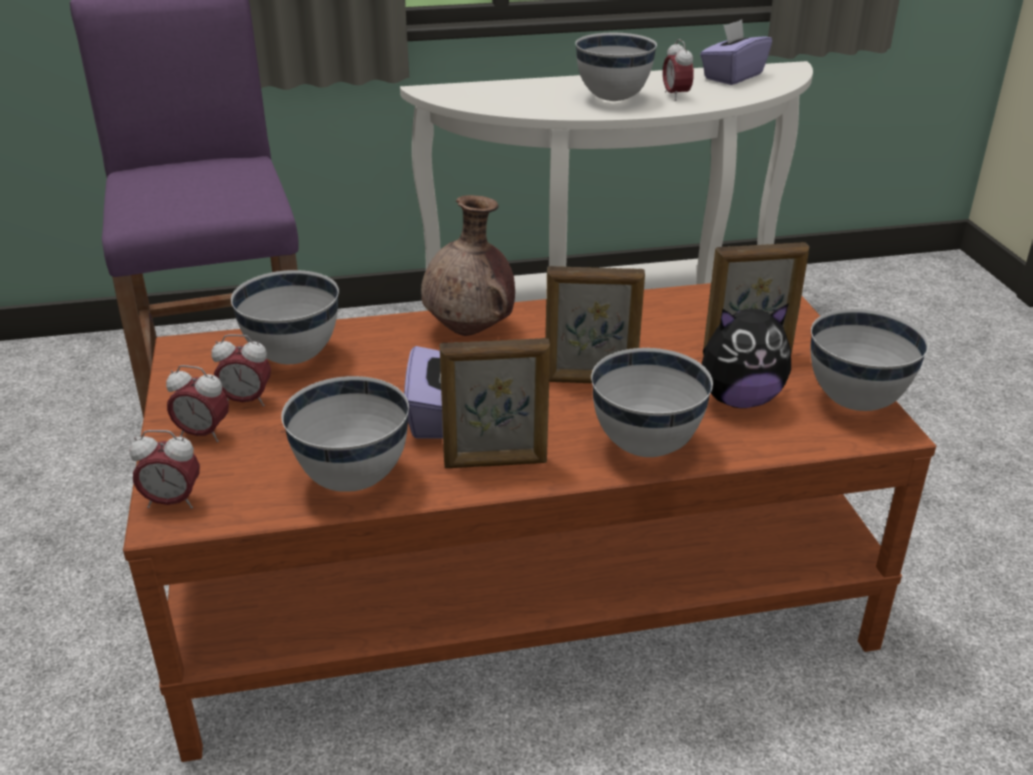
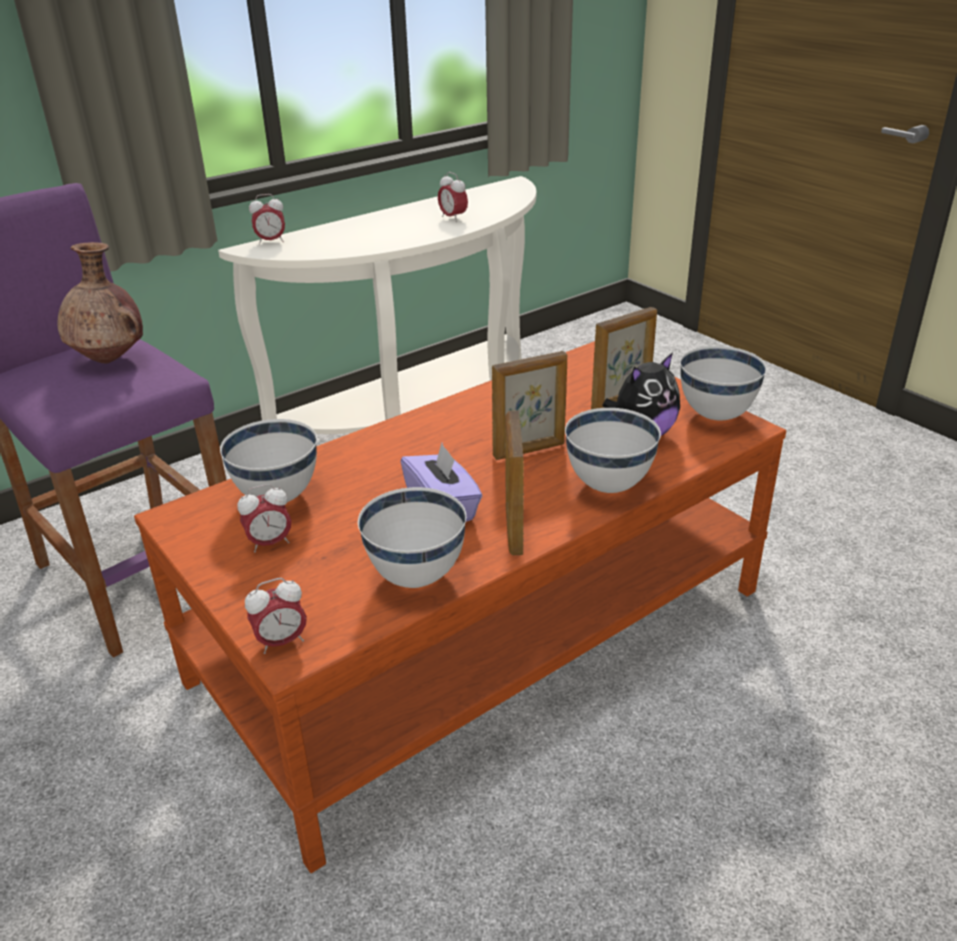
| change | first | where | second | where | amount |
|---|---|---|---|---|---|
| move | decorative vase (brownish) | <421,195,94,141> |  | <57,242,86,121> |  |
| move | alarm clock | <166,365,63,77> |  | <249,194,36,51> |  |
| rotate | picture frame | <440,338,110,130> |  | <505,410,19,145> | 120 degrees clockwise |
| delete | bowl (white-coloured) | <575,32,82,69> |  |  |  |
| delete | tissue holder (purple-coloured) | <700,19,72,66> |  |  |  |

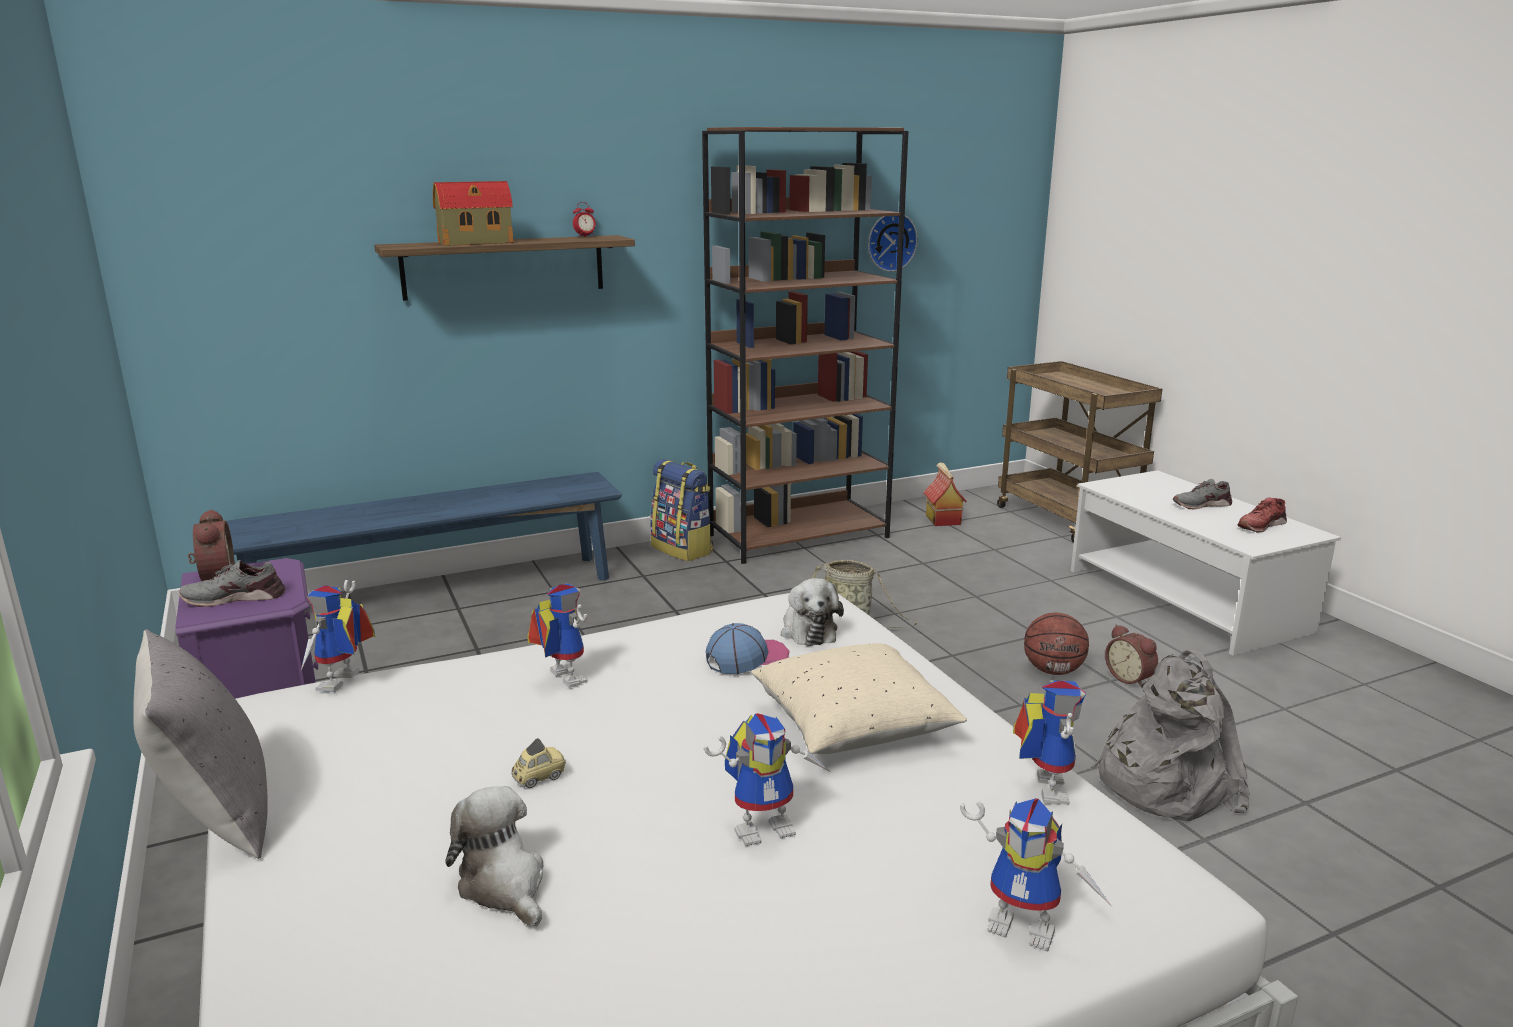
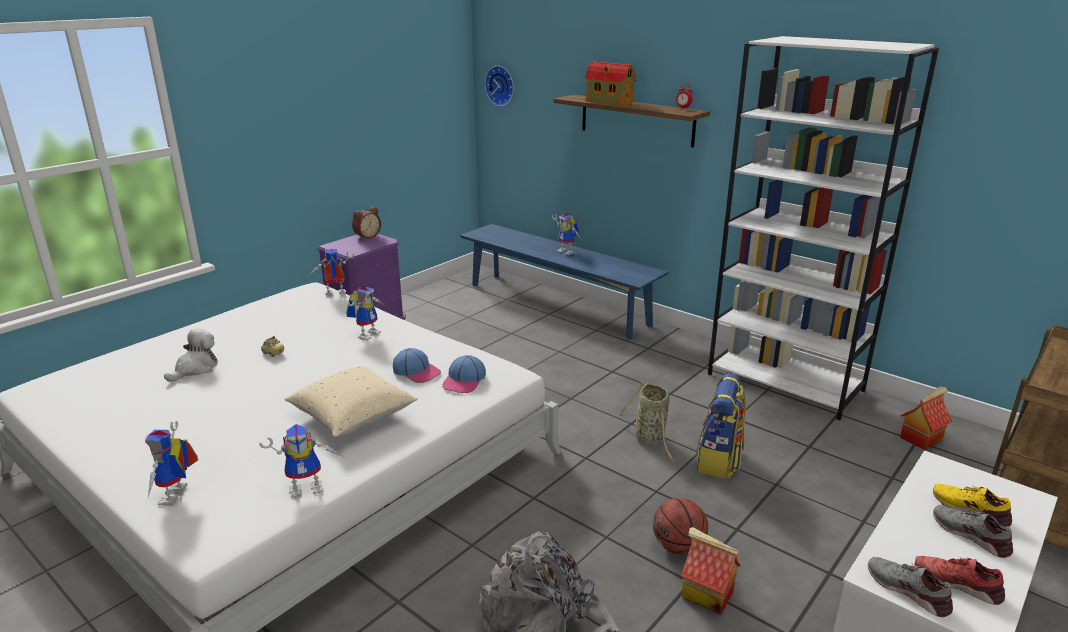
| change | first | where | second | where | amount |
|---|---|---|---|---|---|
| replace | plush toy | <781,578,63,68> | peaked cap | <442,355,44,38> |  |
| move | wall clock | <868,215,50,57> |  | <485,66,29,40> |  |
| move | toy robot | <704,713,127,133> |  | <552,213,30,42> |  |
| replace | alarm clock | <1105,624,53,62> | miniature house | <681,527,60,87> |  |
| move | rucksack | <650,459,63,102> |  | <696,373,50,106> |  |
| recolor | shelving unit (brownish) | <702,127,207,437> | shelving unit (white-coloured) | <708,36,231,384> |  |
| move | low shoe (greyish) | <179,560,106,47> |  | <868,557,85,60> |  |
| insert |  |  | low shoe (yellowish) | <933,484,79,42> |  |
| delete | pillow (greyish) | <133,629,135,230> |  |  |  |

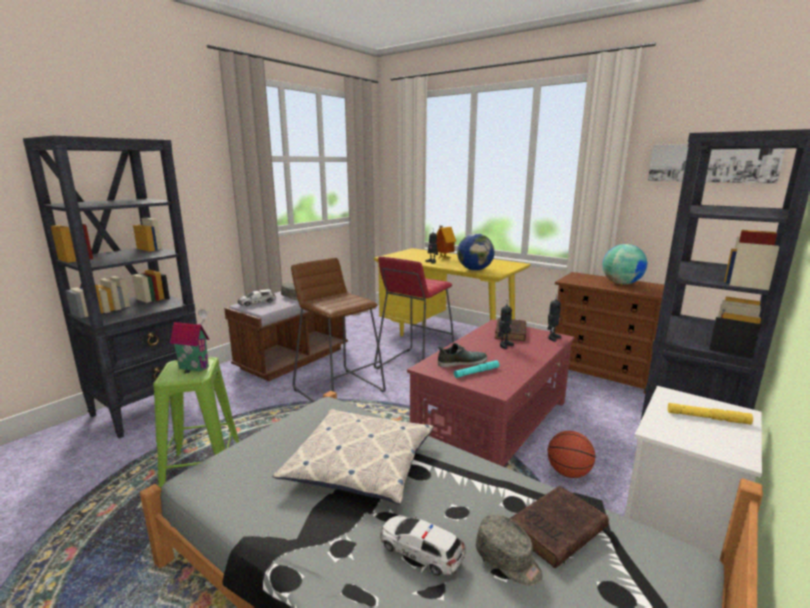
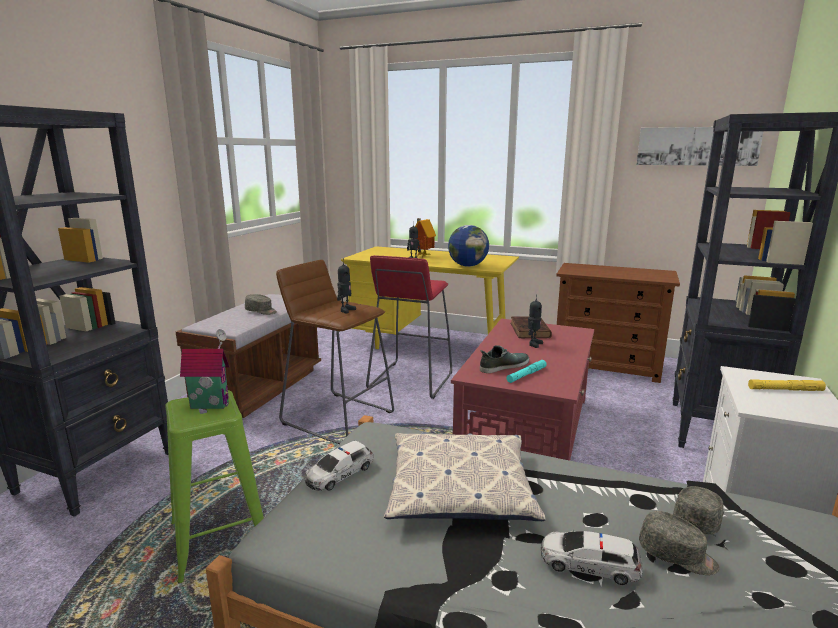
| change | first | where | second | where | amount |
|---|---|---|---|---|---|
| move | toy car | <238,290,38,16> |  | <304,441,70,50> |  |
| move | toy robot | <547,294,14,48> |  | <337,258,19,55> |  |
| replace | book (brownish) | <509,486,100,82> | peaked cap (greyish) | <673,486,51,49> |  |
| delete | ball for basketball | <548,431,47,47> |  |  |  |
| delete | desk globe | <602,244,45,41> |  |  |  |

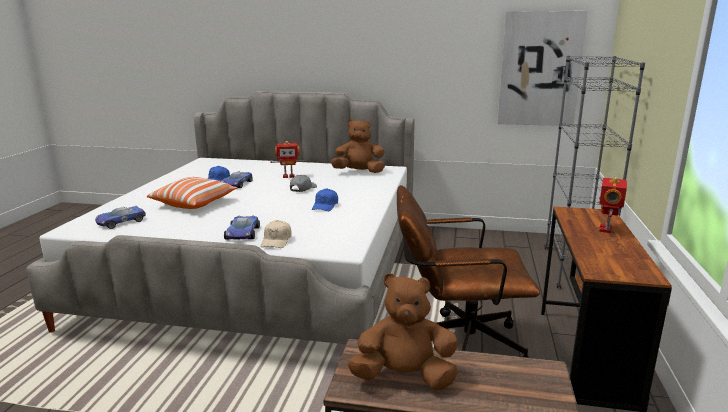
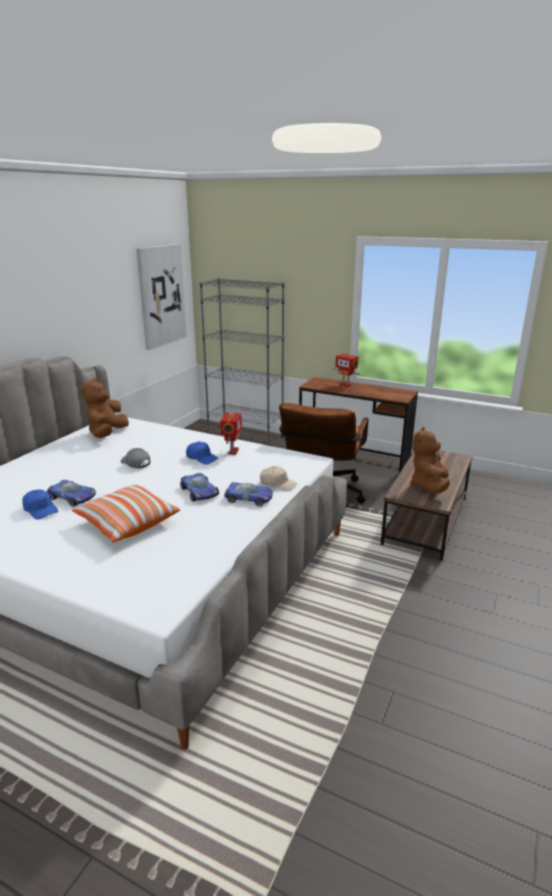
| change | first | where | second | where | amount |
|---|---|---|---|---|---|
| move | toy car | <95,206,51,23> |  | <180,473,39,29> |  |
| move | toy robot | <270,141,36,37> |  | <220,413,22,41> |  |

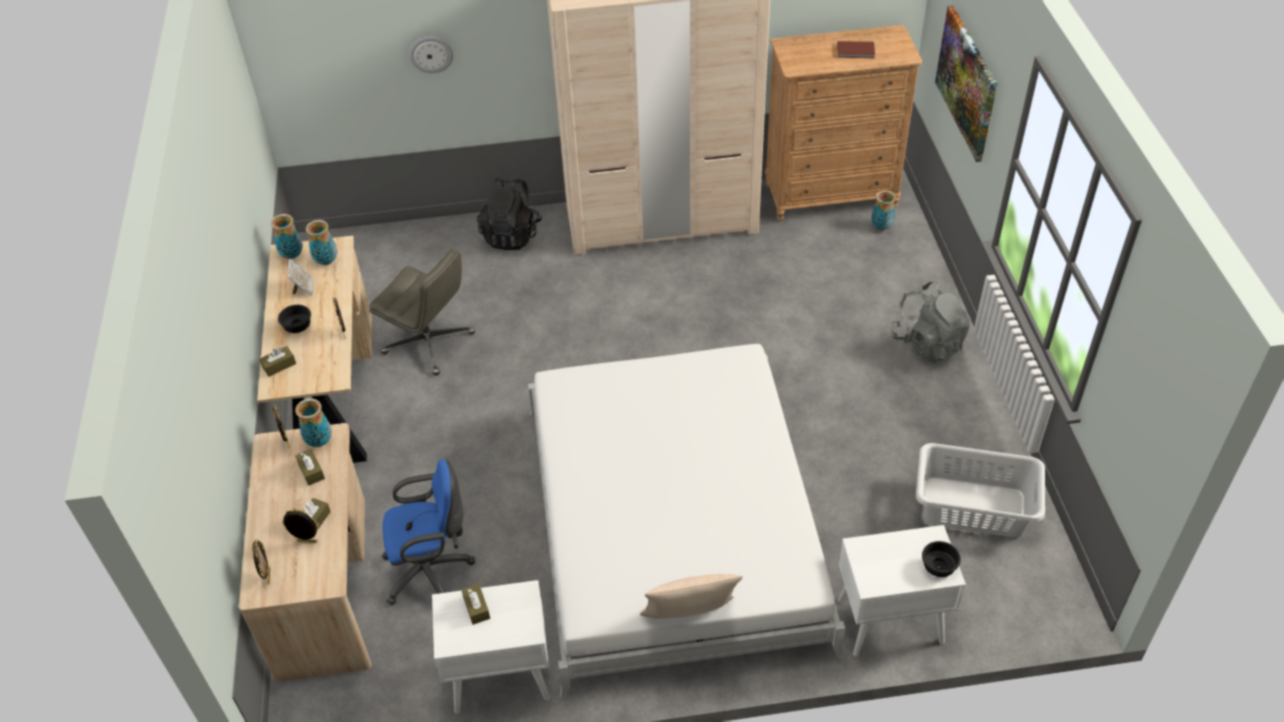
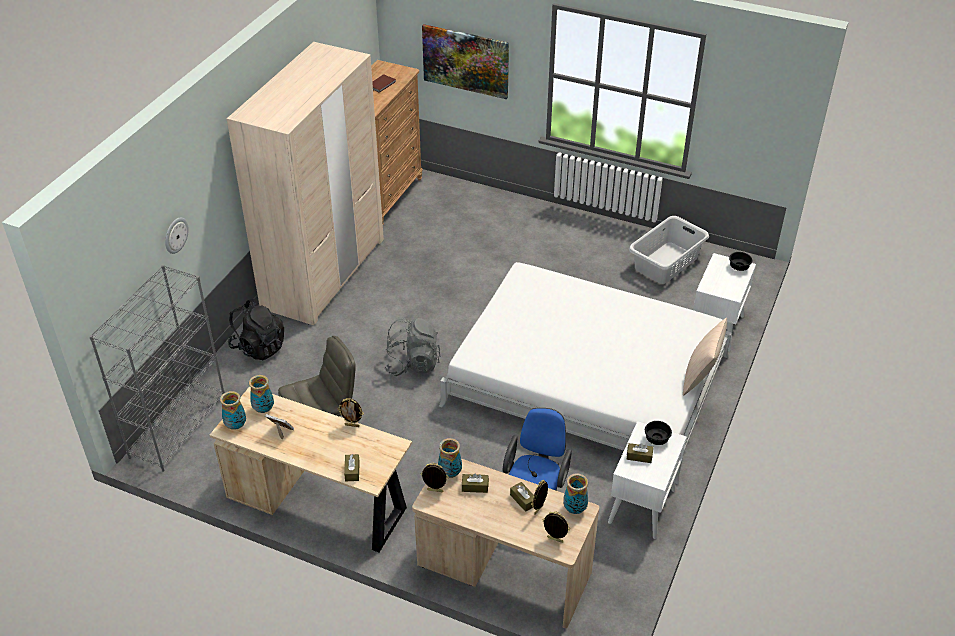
| change | first | where | second | where | amount |
|---|---|---|---|---|---|
| insert |  |  | shelving unit (greyish) | <89,265,136,207> |  |
| move | rucksack (greyish) | <890,281,80,82> |  | <384,318,56,58> |  |
| move | decorative vase | <871,190,25,40> |  | <563,473,25,41> |  |
| move | bowl (blackish) | <278,305,33,28> |  | <645,421,27,24> |  |

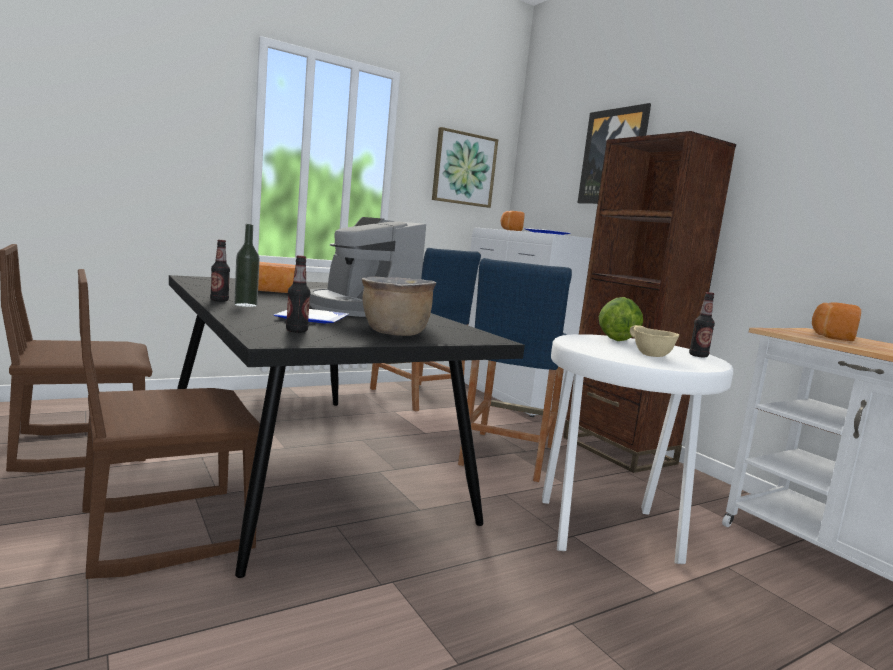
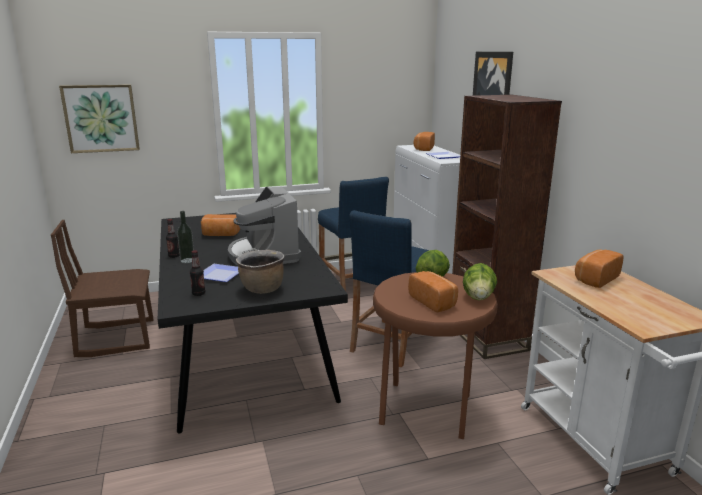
| change | first | where | second | where | amount |
|---|---|---|---|---|---|
| move | picture | <432,127,66,81> |  | <59,84,81,69> |  |
| recolor | stool seat (white-coloured) | <542,334,191,230> | stool seat (brownish) | <373,272,125,167> |  |
| replace | bowl (beige-coloured) | <630,325,49,32> | bread | <408,271,50,42> |  |
| replace | drink bottle | <689,292,26,66> | lettuce head | <463,263,34,37> |  |
| delete | chair (brownish) | <78,269,182,310> |  |  |  |

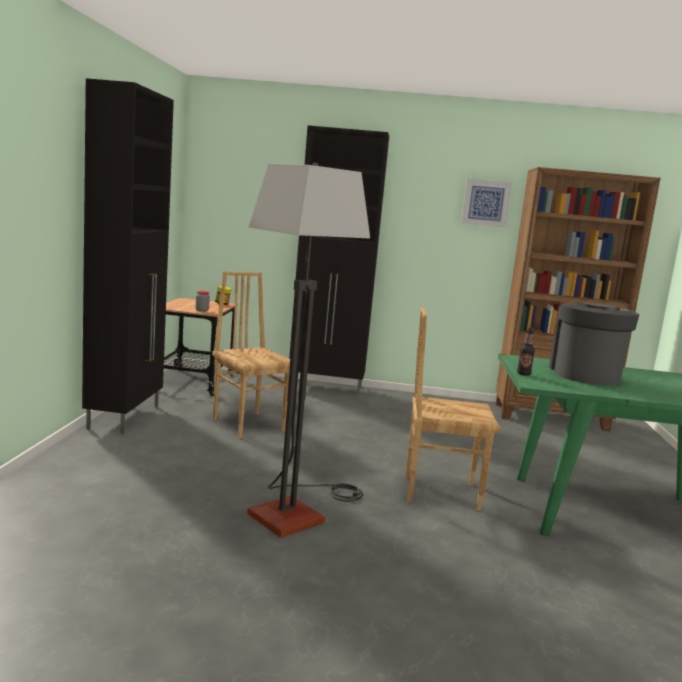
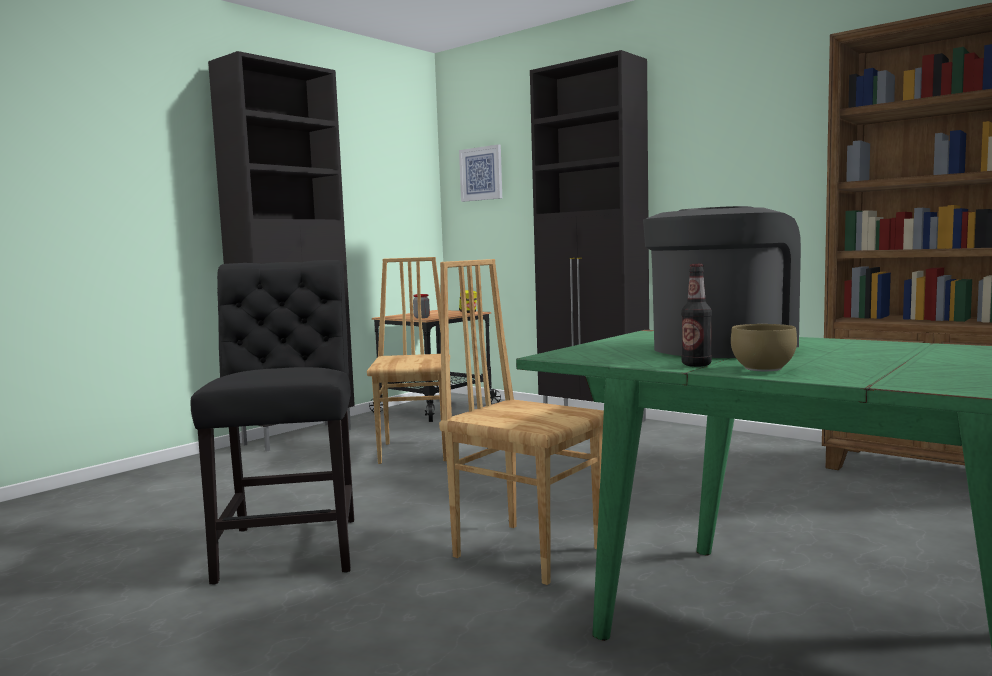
| change | first | where | second | where | amount |
|---|---|---|---|---|---|
| replace | standing lamp | <247,163,123,375> | chair (blackish) | <191,260,163,325> |  |
| move | picture | <461,179,51,48> |  | <459,144,43,58> |  |
| move | drink bottle | <517,327,18,49> |  | <681,264,31,103> |  |
| insert |  |  | bowl (brownish) | <731,324,66,47> |  |

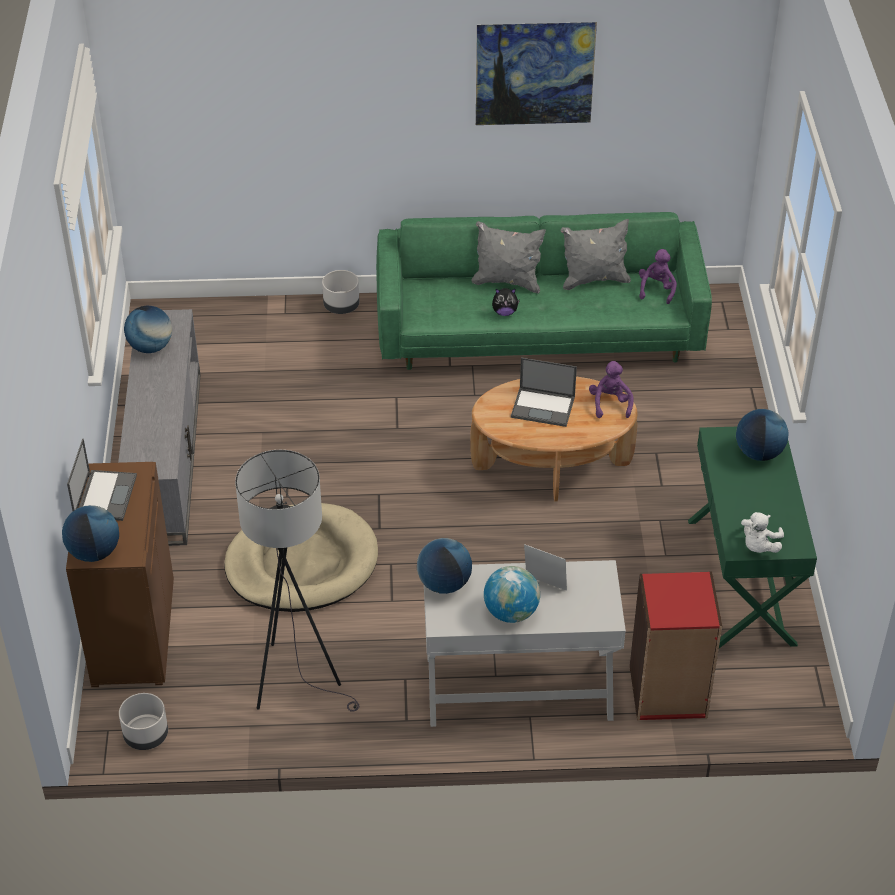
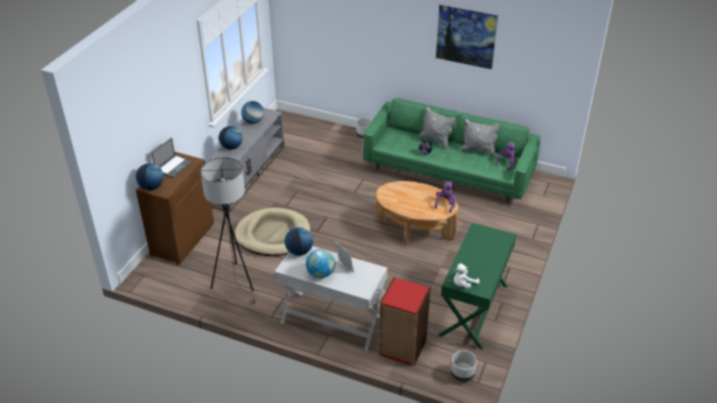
| change | first | where | second | where | amount |
|---|---|---|---|---|---|
| move | desk globe | <736,409,53,52> |  | <219,126,24,24> |  |
| move | planter (greyish) | <119,693,49,57> |  | <451,351,26,31> |  |
| delete | portable computer | <511,357,66,70> |  |  |  |

